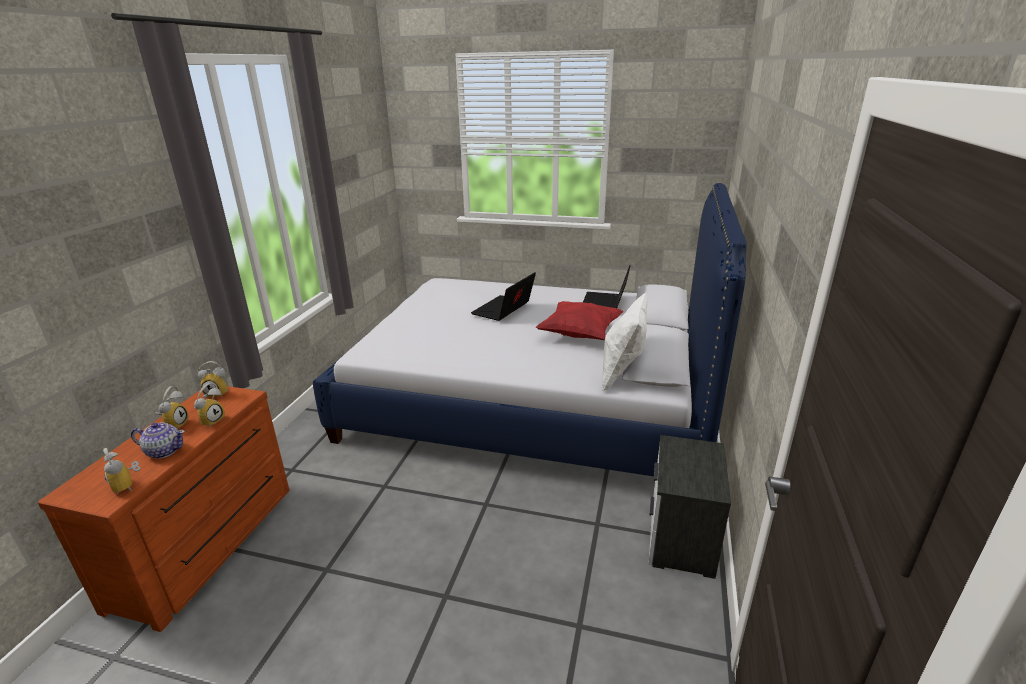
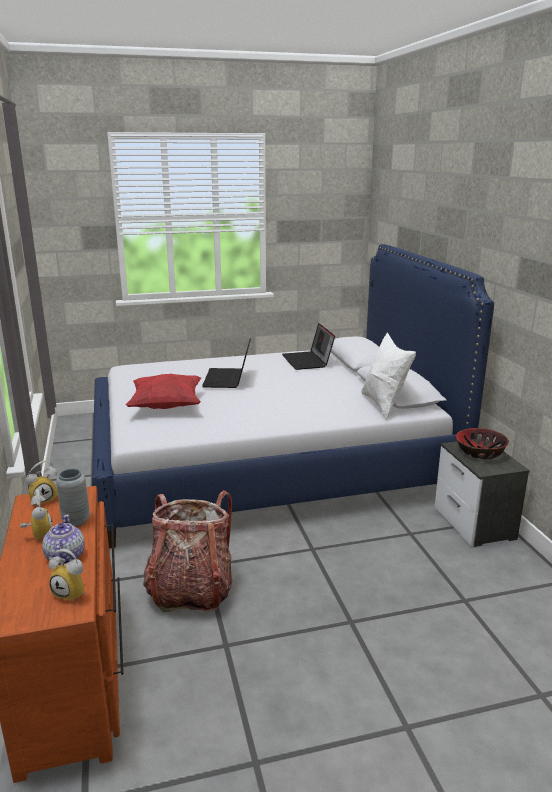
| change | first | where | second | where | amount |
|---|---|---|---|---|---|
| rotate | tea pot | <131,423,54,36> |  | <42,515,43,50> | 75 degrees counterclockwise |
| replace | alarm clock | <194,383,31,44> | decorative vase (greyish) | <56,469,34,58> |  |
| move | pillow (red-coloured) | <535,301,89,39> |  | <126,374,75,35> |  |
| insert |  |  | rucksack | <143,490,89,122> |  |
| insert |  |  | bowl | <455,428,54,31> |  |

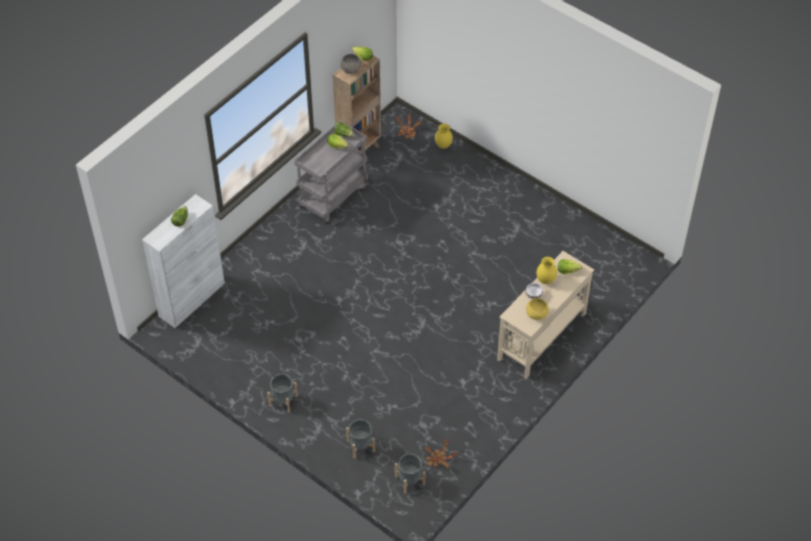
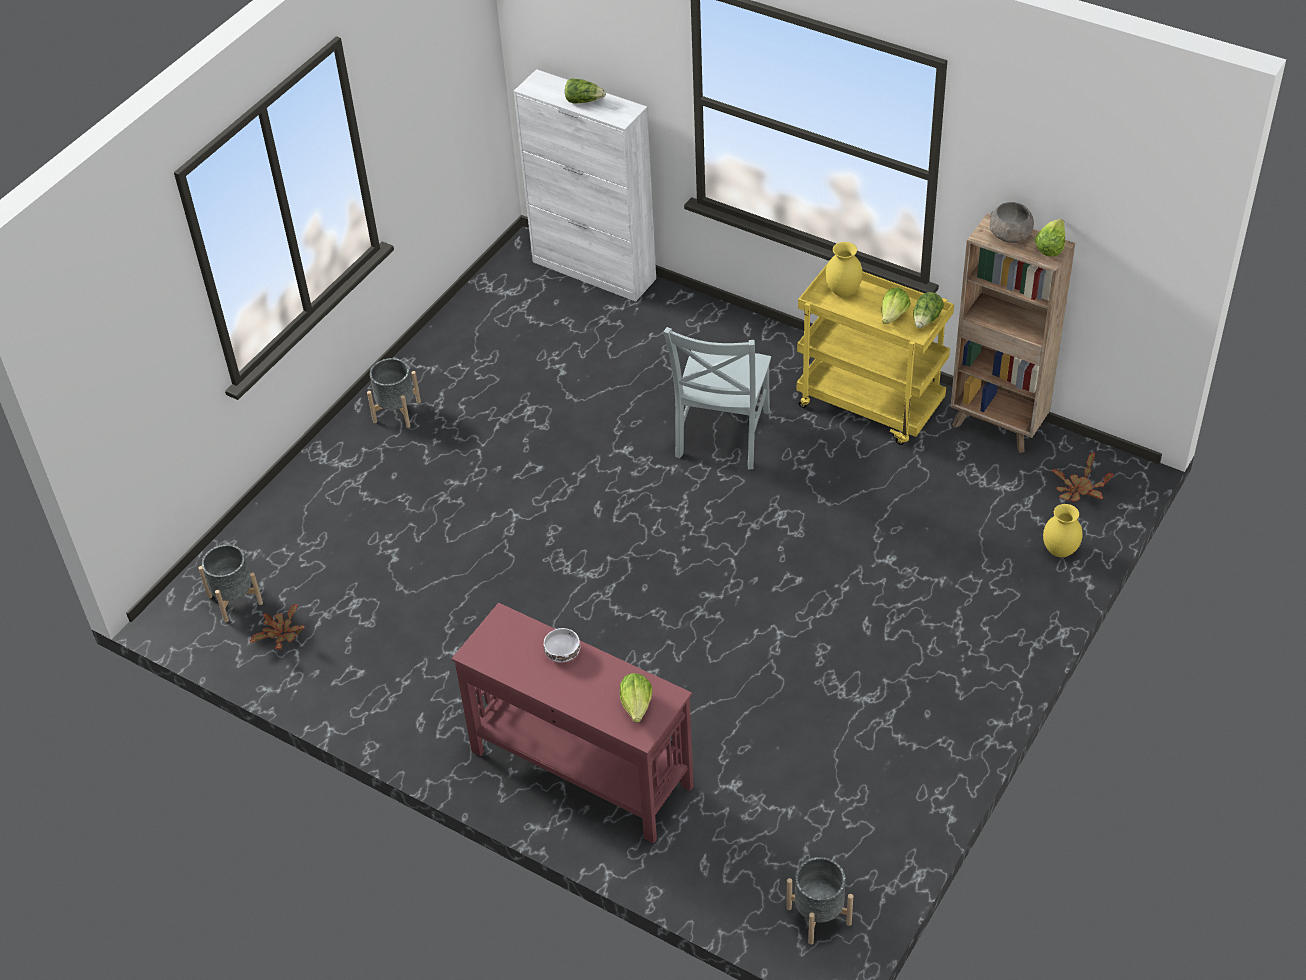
| change | first | where | second | where | amount |
|---|---|---|---|---|---|
| recolor | narrow table (beige-coloured) | <497,251,97,128> | narrow table (red-coloured) | <452,603,242,241> |  |
| insert |  |  | chair (greyish) | <663,327,108,142> |  |
| move | planter (greyish) | <346,419,29,40> |  | <786,857,67,87> |  |
| recolor | cart (greyish) | <294,120,74,104> | cart (yellowish) | <797,263,157,182> |  |
| move | decorative vase (yellowish) | <537,257,20,27> |  | <825,242,38,55> |  |
| delete | bowl (yellowish) | <526,298,23,22> |  |  |  |

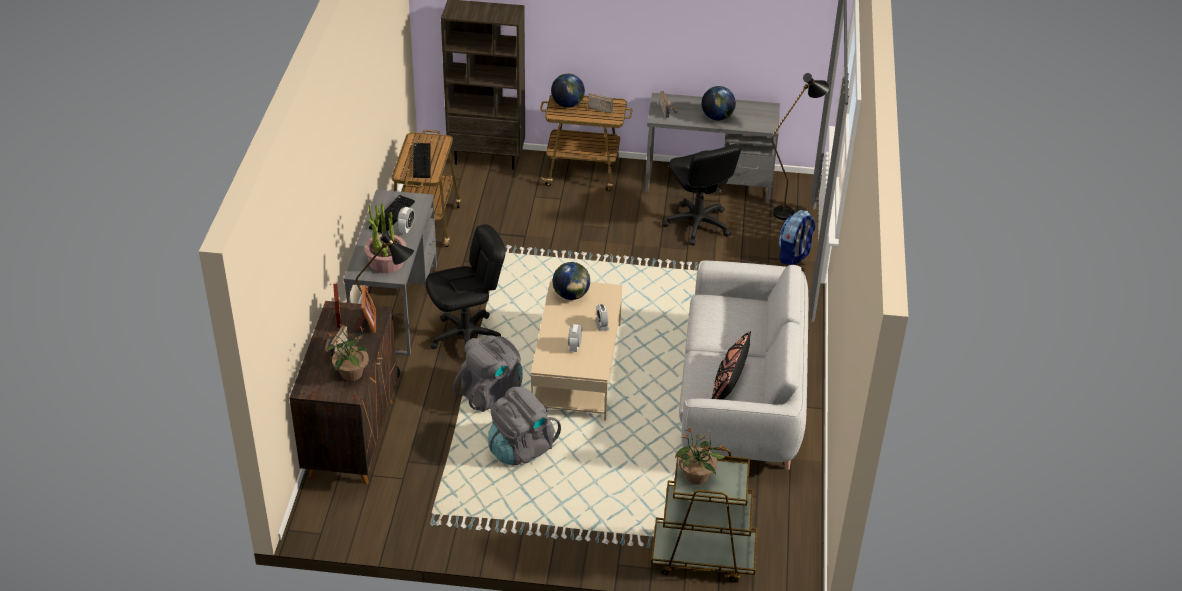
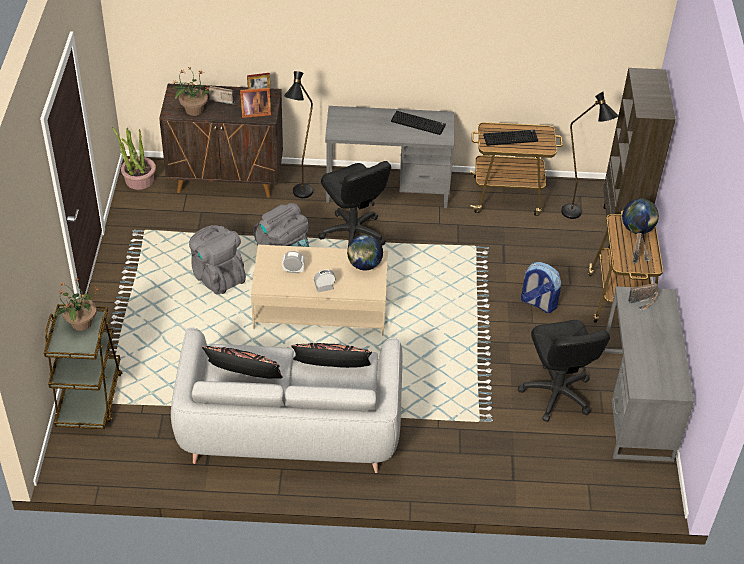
| change | first | where | second | where | amount |
|---|---|---|---|---|---|
| move | houseplant | <364,203,42,70> |  | <113,127,43,63> |  |
| insert |  |  | pillow (blackish) | <291,343,81,25> |  |
| rotate | desk chair (blackish) | <662,144,79,102> |  | <518,320,92,102> | 75 degrees counterclockwise |
| move | rucksack | <779,210,36,55> |  | <521,262,40,51> |  |
| move | standing lamp (blackish) | <771,73,58,147> |  | <561,92,58,127> |  |
| delete | alarm clock | <397,207,18,27> |  |  |  |
| delete | desk globe | <702,86,34,35> |  |  |  |

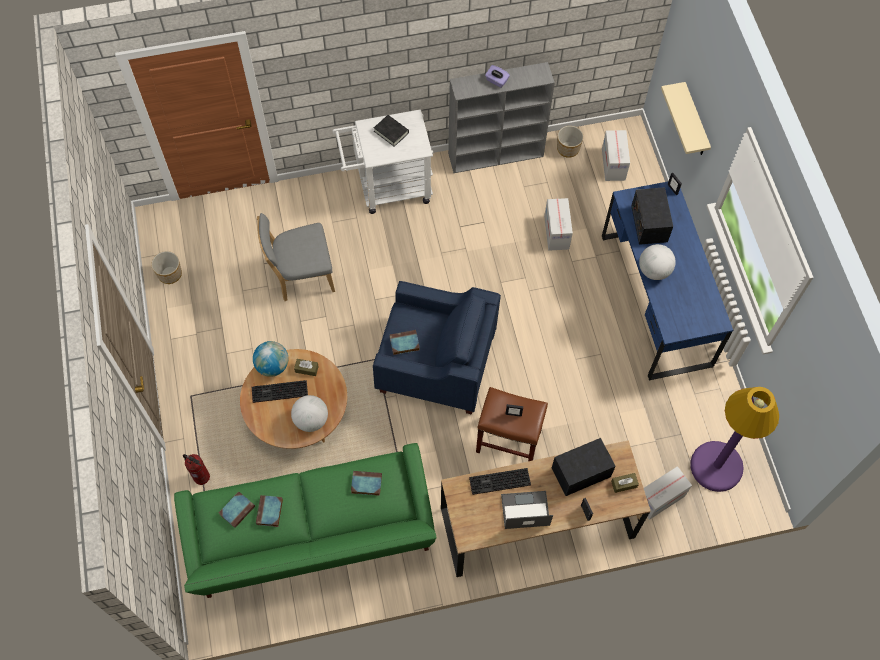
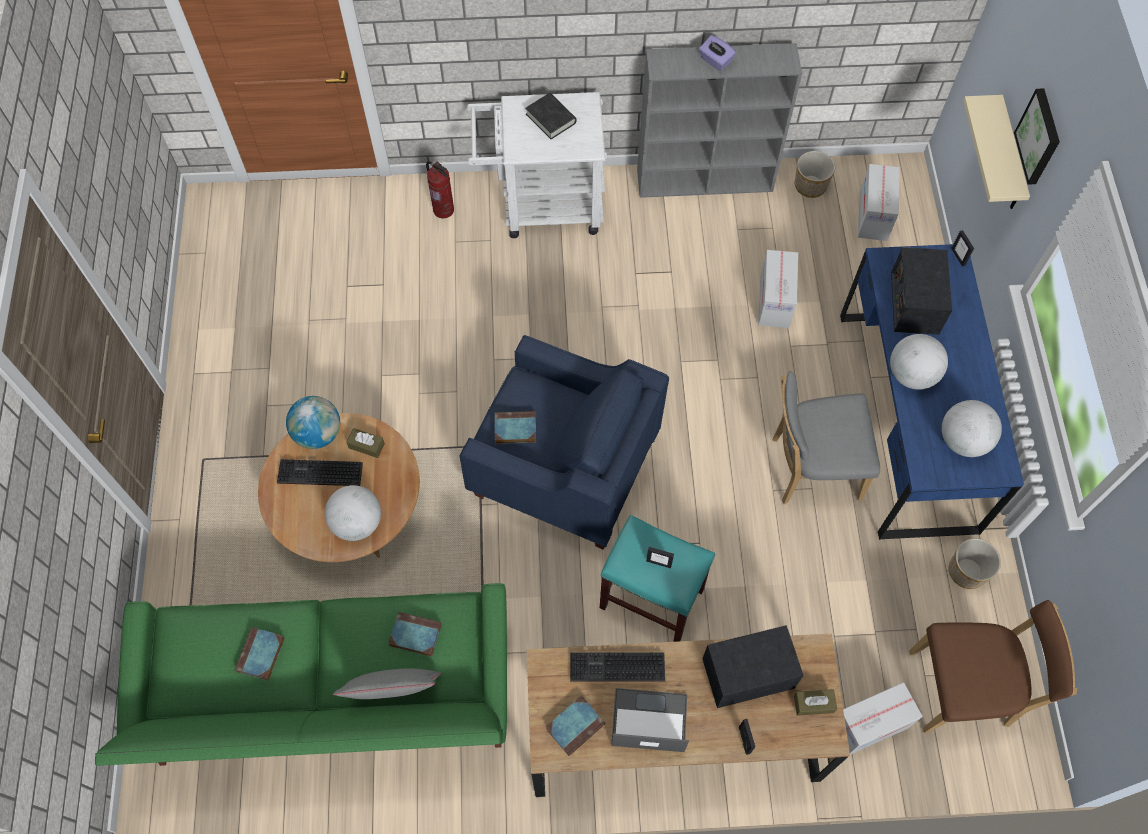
| change | first | where | second | where | amount |
|---|---|---|---|---|---|
| insert |  |  | pillow (greyish) | <333,668,108,31> |  |
| move | fire extinguisher | <183,454,27,31> |  | <426,161,28,57> |  |
| move | book | <219,491,36,37> |  | <546,696,59,60> |  |
| recolor | stool seat (brownish) | <476,387,72,74> | stool seat (turquoise-coloured) | <600,515,115,127> |  |
| move | chair (greyish) | <257,213,78,88> |  | <772,371,108,133> |  |
| replace | standing lamp (purple-coloured) | <690,387,89,105> | chair (brownish) | <909,600,168,133> |  |
| insert |  |  | desk globe | <942,400,60,57> |  |
| move | planter | <151,251,31,33> |  | <949,538,52,51> |  |
| insert |  |  | picture | <1014,88,46,97> |  |

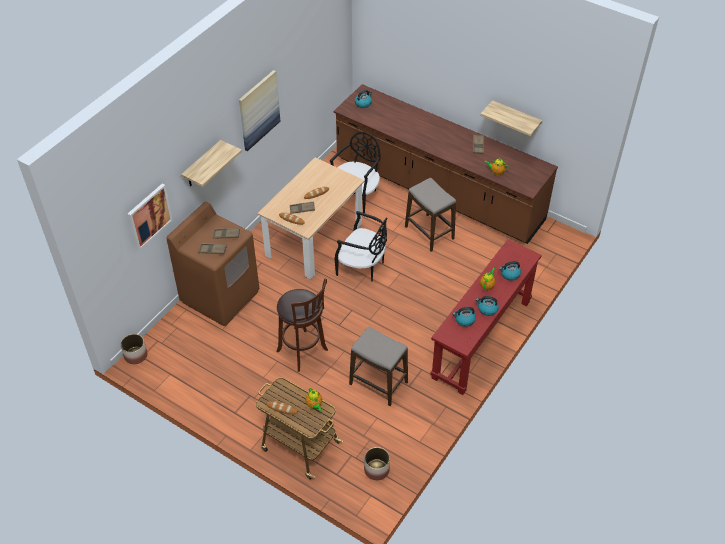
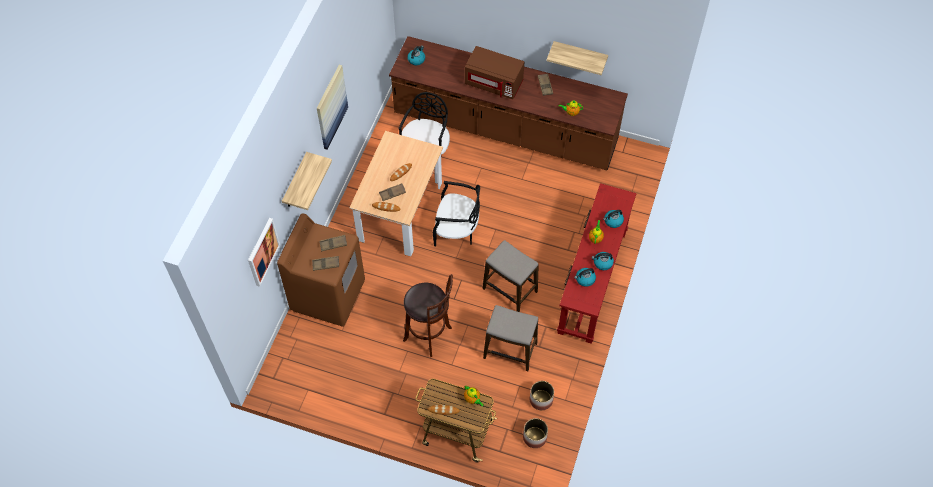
| change | first | where | second | where | amount |
|---|---|---|---|---|---|
| insert |  |  | microwave oven (brownish) | <465,46,59,53> |  |
| move | stool seat | <405,178,51,74> |  | <483,240,56,72> |  |
| move | planter | <121,334,26,30> |  | <530,381,24,29> |  |

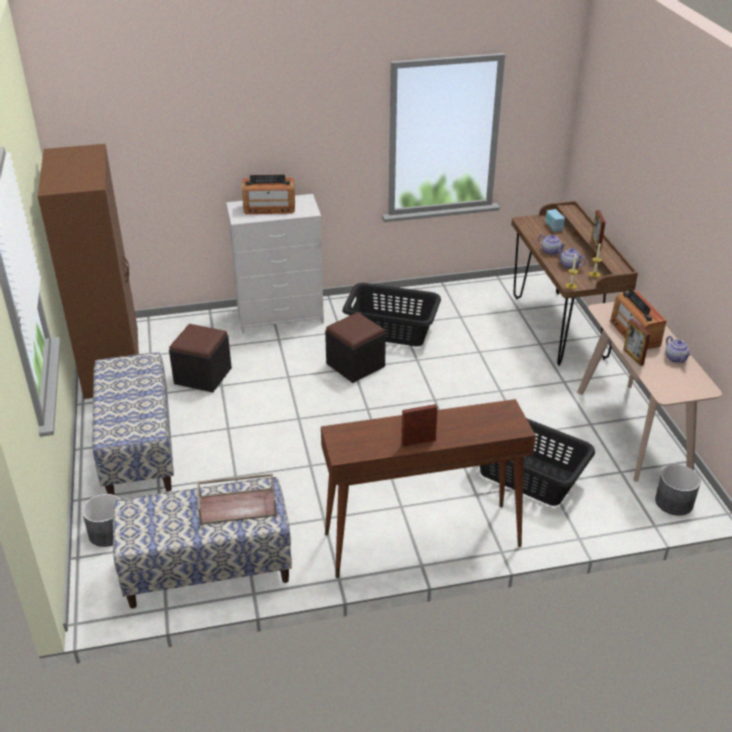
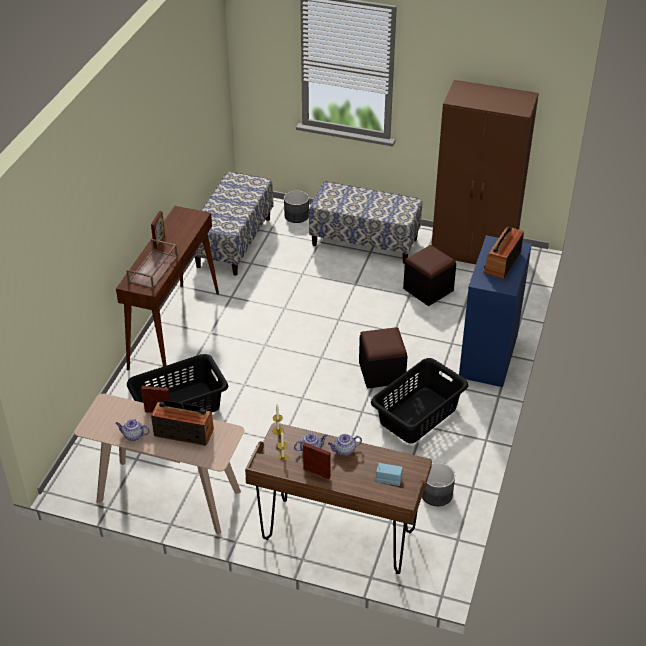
| change | first | where | second | where | amount |
|---|---|---|---|---|---|
| move | serving tray (brownish) | <197,473,80,52> |  | <126,239,52,50> |  |
| move | planter (greyish) | <655,465,46,51> |  | <422,462,33,44> |  |
| recolor | dresser (white-coloured) | <226,194,98,139> | dresser (bluish) | <459,236,73,151> |  |

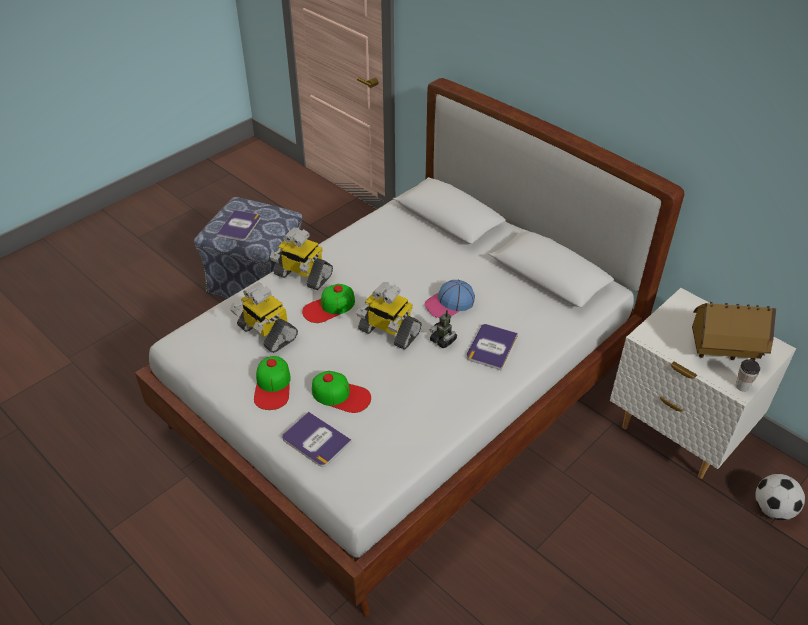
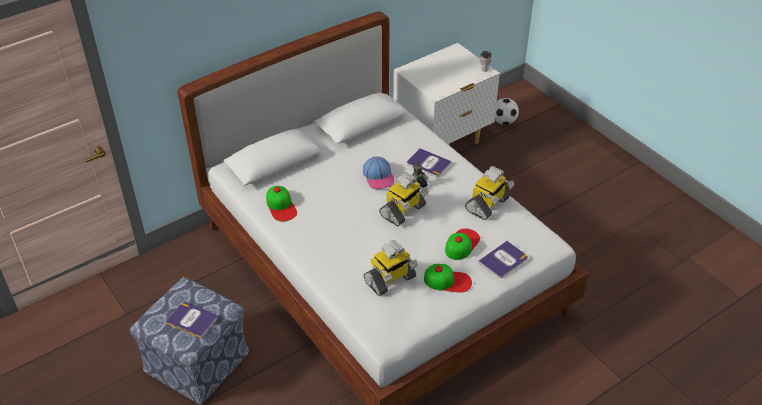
| change | first | where | second | where | amount |
|---|---|---|---|---|---|
| move | peaked cap | <302,284,53,39> |  | <266,186,31,36> |  |
| move | toy robot | <270,227,63,63> |  | <465,166,49,54> |  |
| delete | miniature house | <692,302,84,59> |  |  |  |

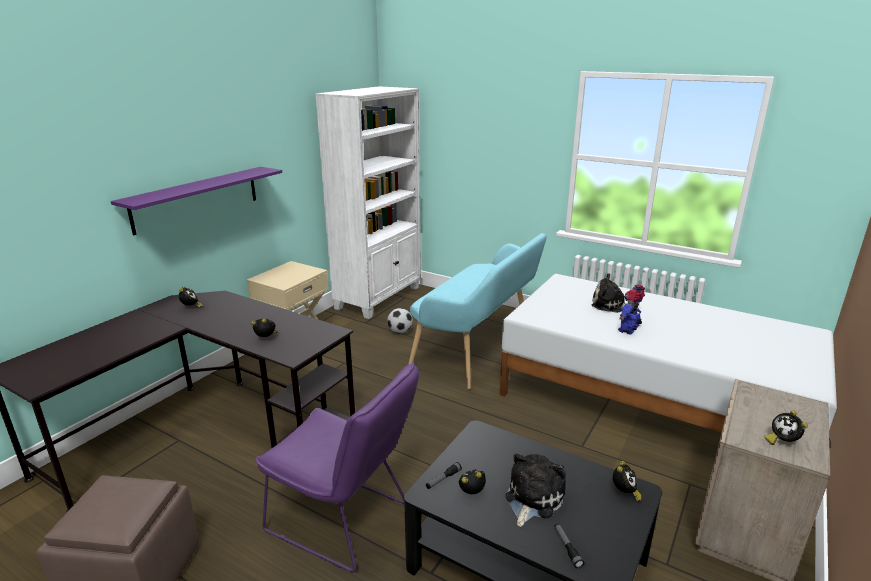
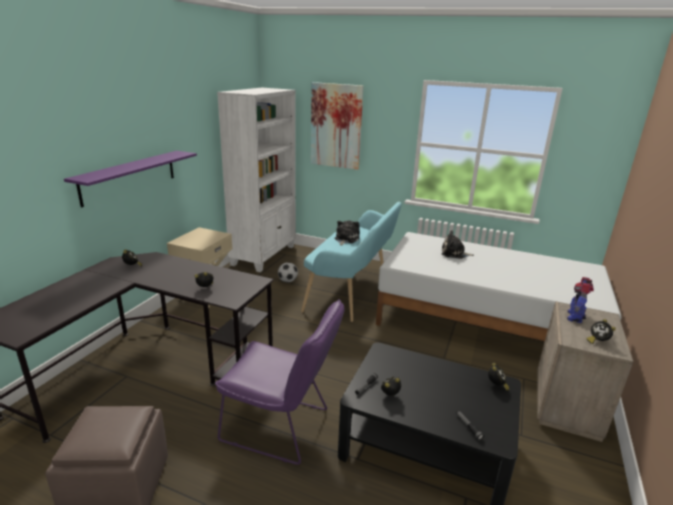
| change | first | where | second | where | amount |
|---|---|---|---|---|---|
| insert |  |  | picture | <311,82,53,88> |  |
| move | plush toy | <505,454,61,73> |  | <334,220,26,26> |  |
| move | toy robot | <618,284,27,51> |  | <567,277,27,46> |  |

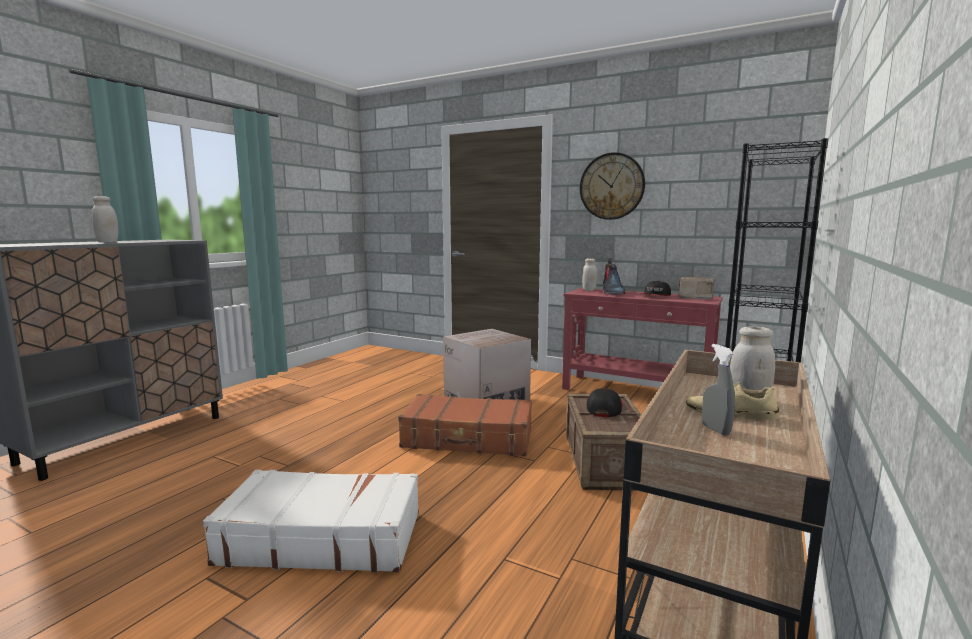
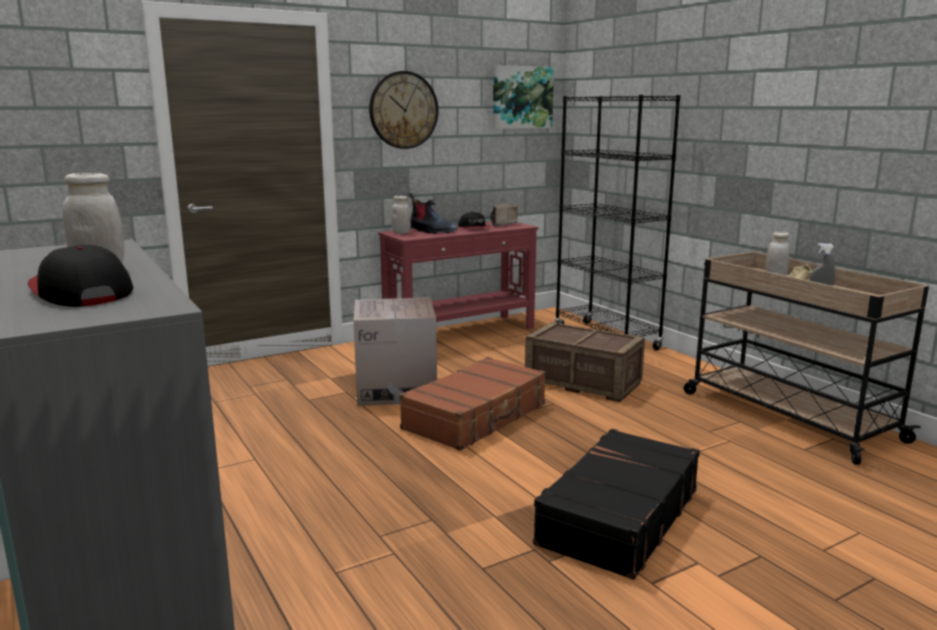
| change | first | where | second | where | amount |
|---|---|---|---|---|---|
| move | peaked cap | <587,388,36,29> |  | <28,245,105,62> |  |
| insert |  |  | picture | <493,65,61,64> |  |
| recolor | suitcase (white-coloured) | <203,470,216,103> | suitcase (blackish) | <533,429,167,151> |  |

